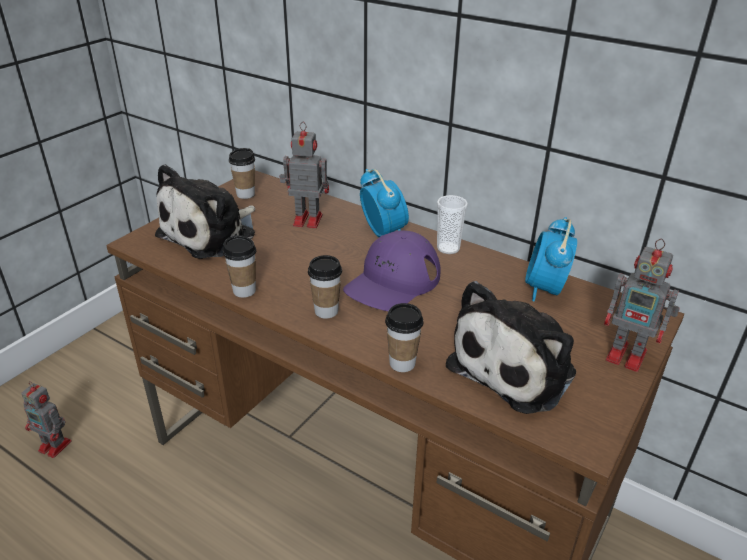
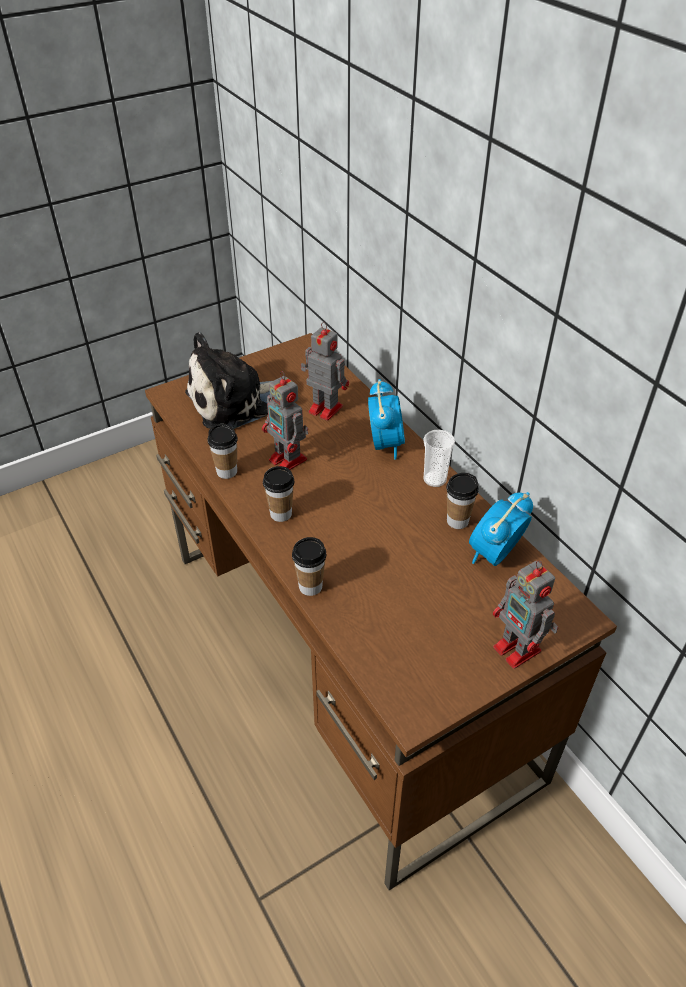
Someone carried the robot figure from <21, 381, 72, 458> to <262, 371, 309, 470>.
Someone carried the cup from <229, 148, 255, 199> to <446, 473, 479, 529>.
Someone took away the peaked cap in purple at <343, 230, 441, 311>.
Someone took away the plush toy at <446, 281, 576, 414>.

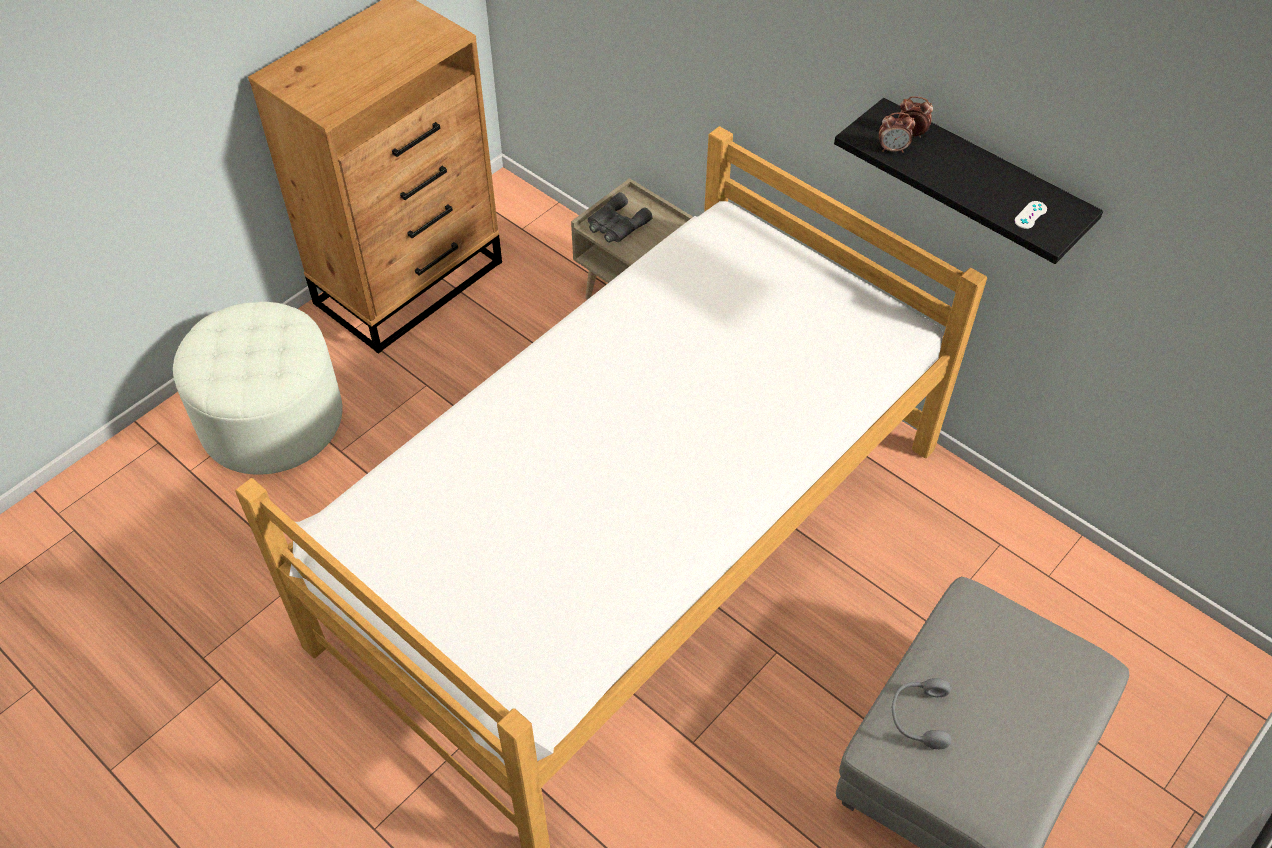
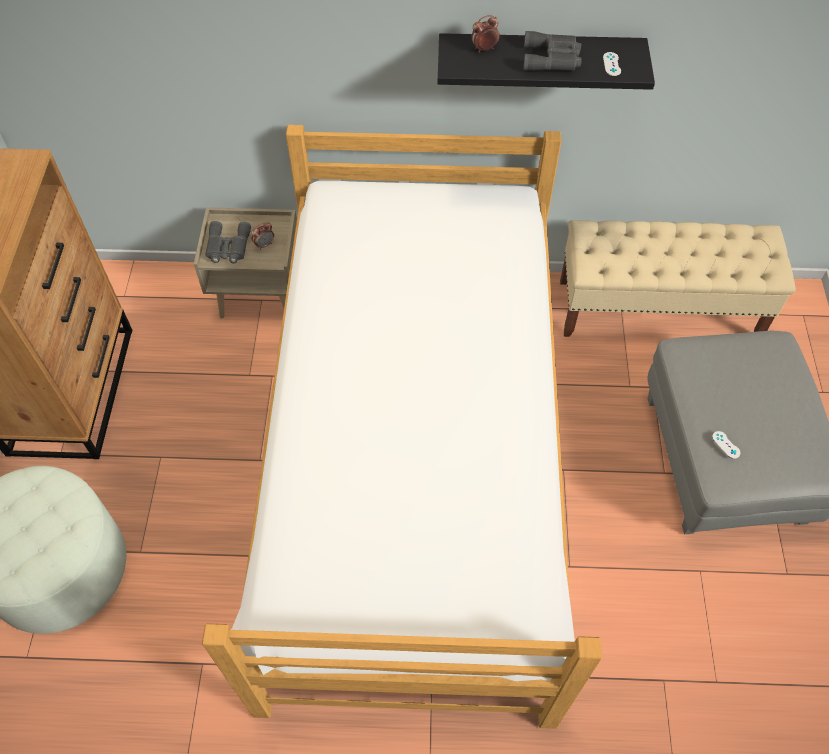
Someone carried the bedside clock from <879, 113, 915, 153> to <251, 222, 274, 250>.
Someone swapped the headphones in grey at <891, 678, 951, 749> for the joypad in whitish at <712, 431, 741, 459>.
Someone put down the pair of binoculars in grey at <523, 31, 582, 71>.
Someone put down the long seat in beige-coloured at <560, 220, 796, 337>.

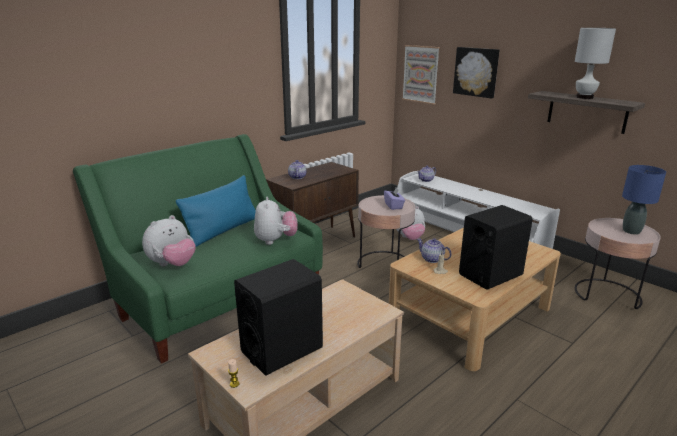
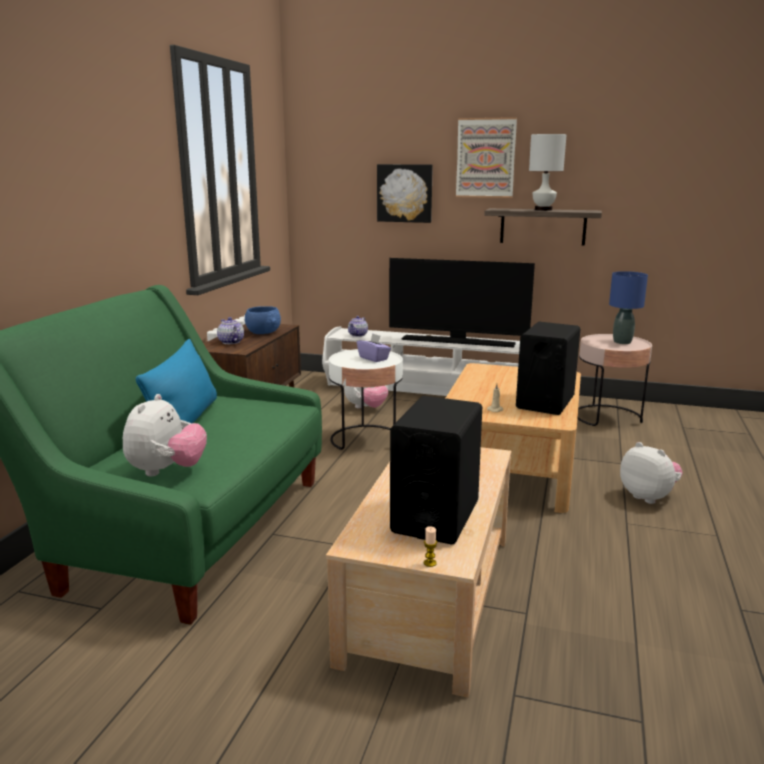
Someone carried the plush toy from <254, 197, 298, 245> to <620, 442, 683, 504>.
Someone repainted the end table in pinkish at <357, 195, 415, 268>, which became the end table in whitish at <329, 349, 403, 450>.
Someone carried the wall picture from <402, 45, 440, 105> to <456, 117, 517, 198>.
Someone took away the teapot at <417, 238, 451, 263>.
Someone put down the bowl in blue at <245, 306, 281, 334>.
Someone put down the TV set at <389, 258, 535, 348>.

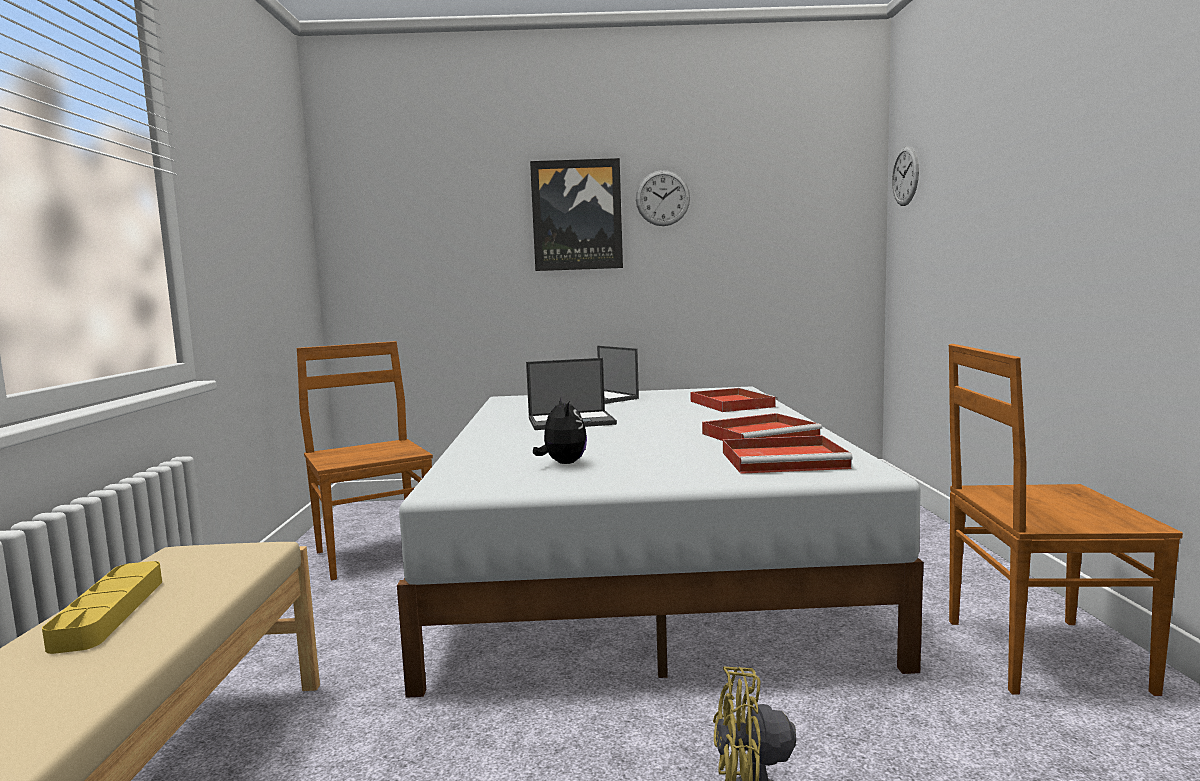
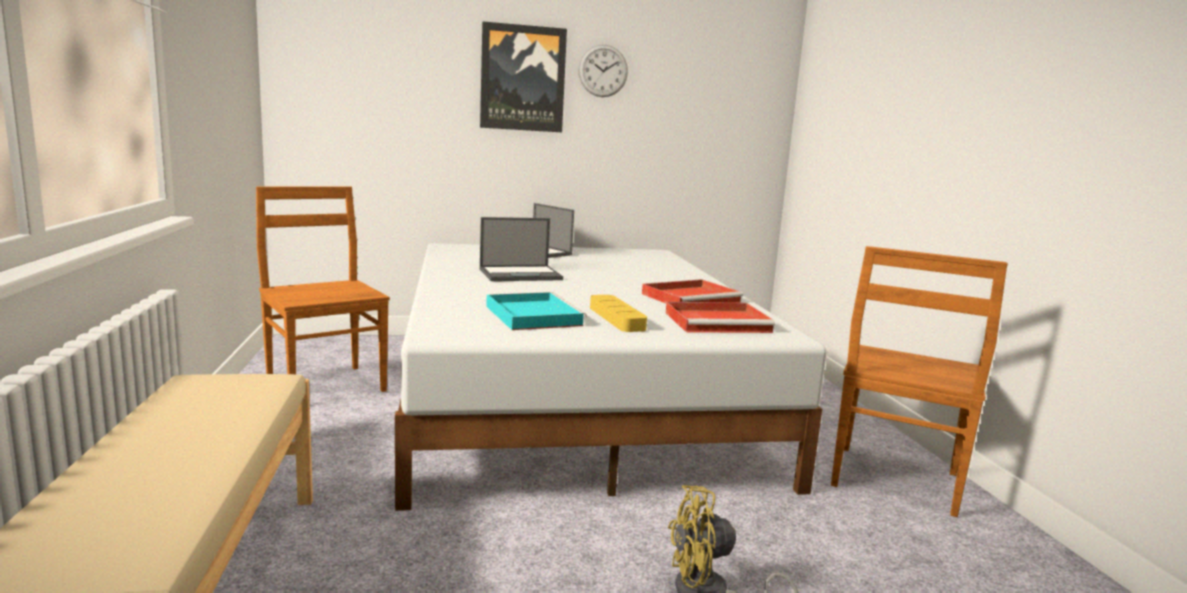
Someone carried the serving tray in yellowish from <42, 561, 162, 654> to <590, 295, 647, 332>.
Someone swapped the plush toy at <533, 396, 587, 464> for the serving tray in blue-green at <486, 292, 587, 330>.
Someone took away the serving tray in red at <690, 388, 778, 412>.
Someone took away the wall clock at <892, 146, 919, 206>.
Someone rotated the upright chair in brown at <949, 344, 1183, 696> by 60 degrees counterclockwise.

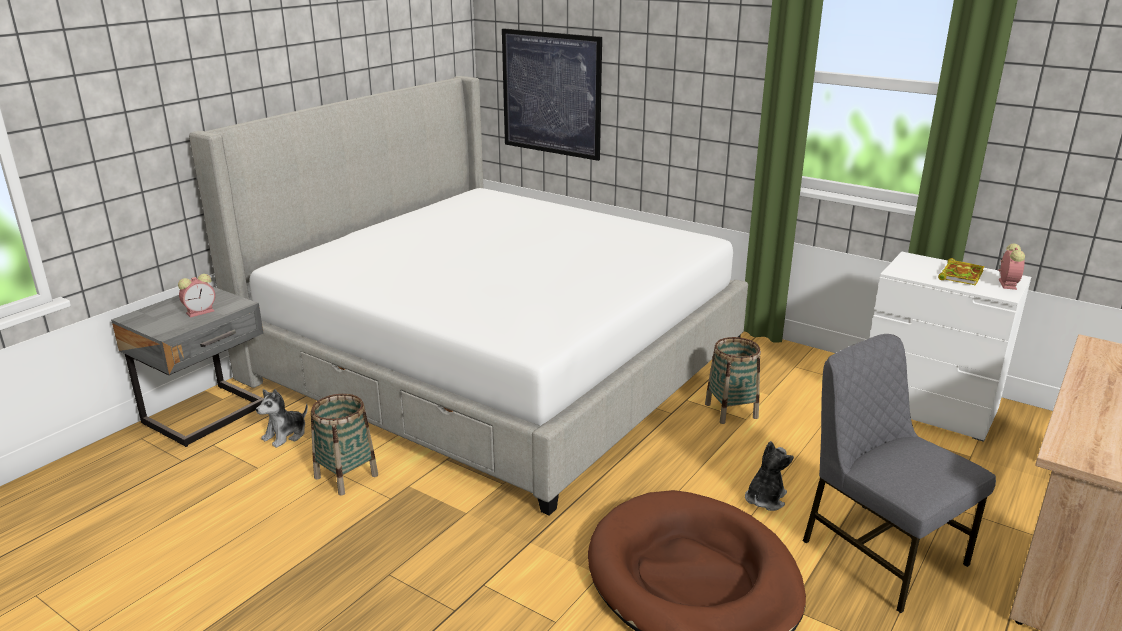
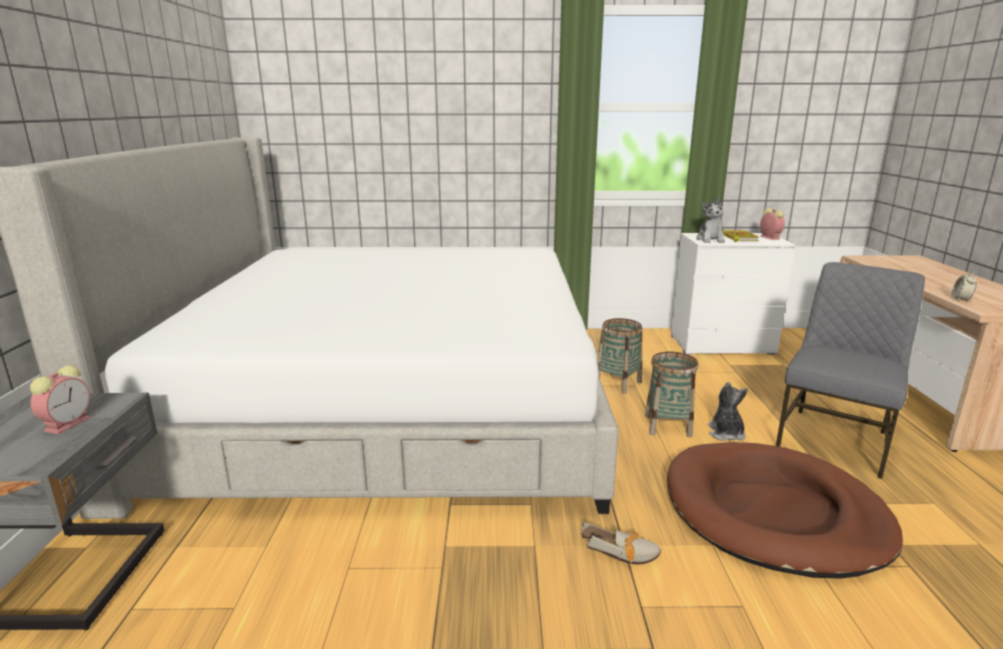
Someone carried the plush toy from <256, 389, 308, 448> to <696, 197, 725, 243>.
Someone carried the household basket from <311, 394, 378, 496> to <645, 352, 699, 437>.
Someone took away the wall picture at <502, 28, 602, 161>.
Someone rotated the upright chair in grey at <803, 334, 996, 613> by 105 degrees clockwise.
Someone put down the item of footwear at <581, 522, 661, 564>.
Someone put down the bedside clock at <952, 271, 977, 301>.

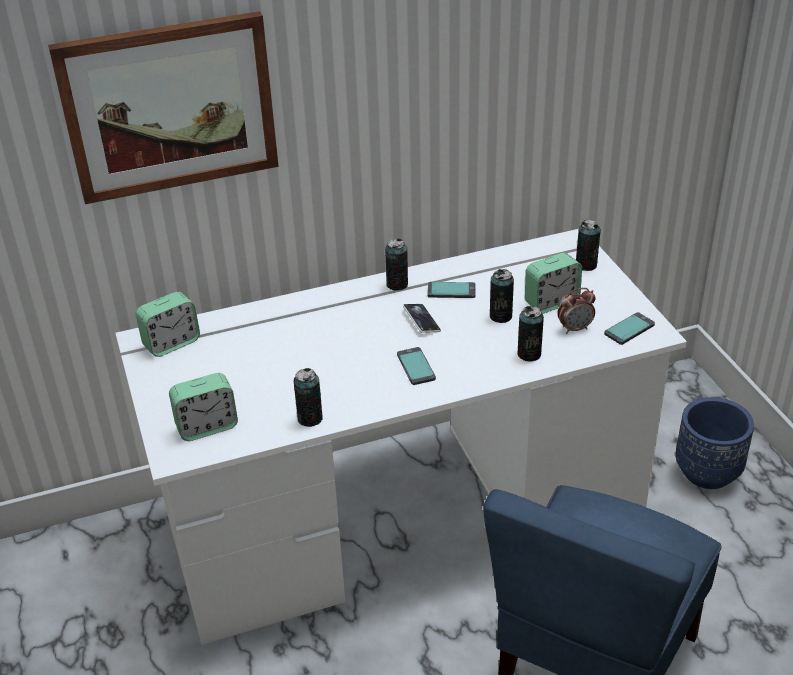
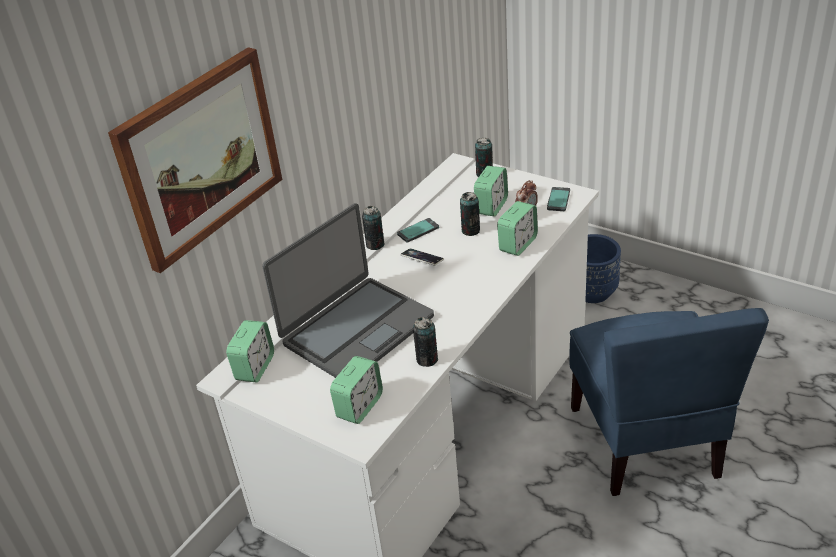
Someone took away the handset at <397, 347, 436, 385>.
Someone swapped the metal can at <517, 306, 544, 362> for the bedside clock at <497, 201, 538, 256>.
Someone put down the portable computer at <262, 203, 434, 378>.

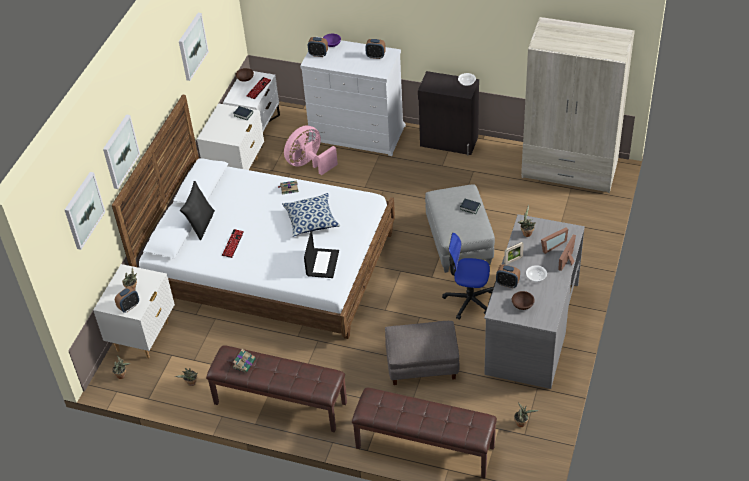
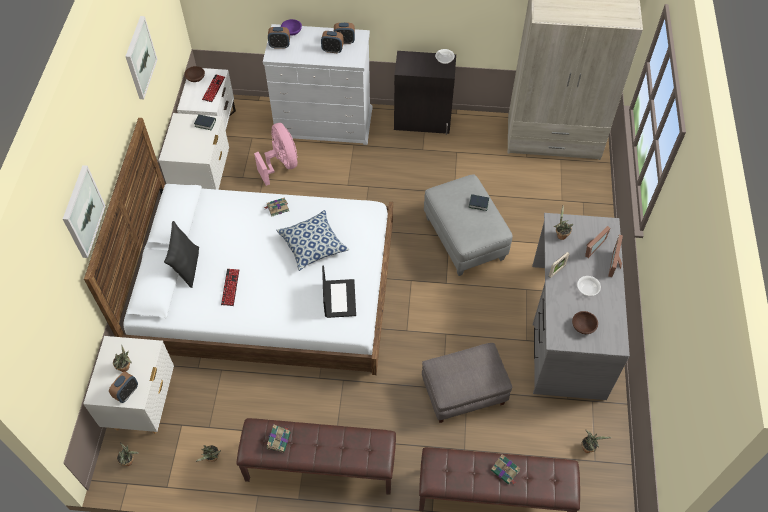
Someone took away the wall picture at <65, 172, 105, 250>.
Someone rotated the fan in pinkish at <284, 125, 338, 175> by 120 degrees clockwise.
Someone took away the computer chair at <442, 233, 493, 320>.
Someone carried the bedside clock from <496, 264, 520, 288> to <321, 31, 344, 53>.
Someone put down the volume at <491, 454, 520, 485>.

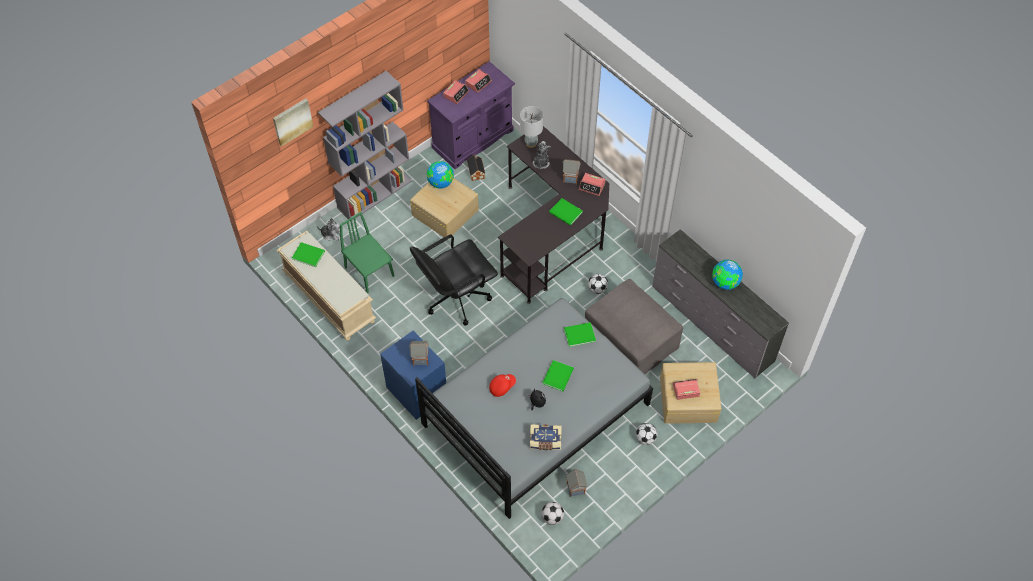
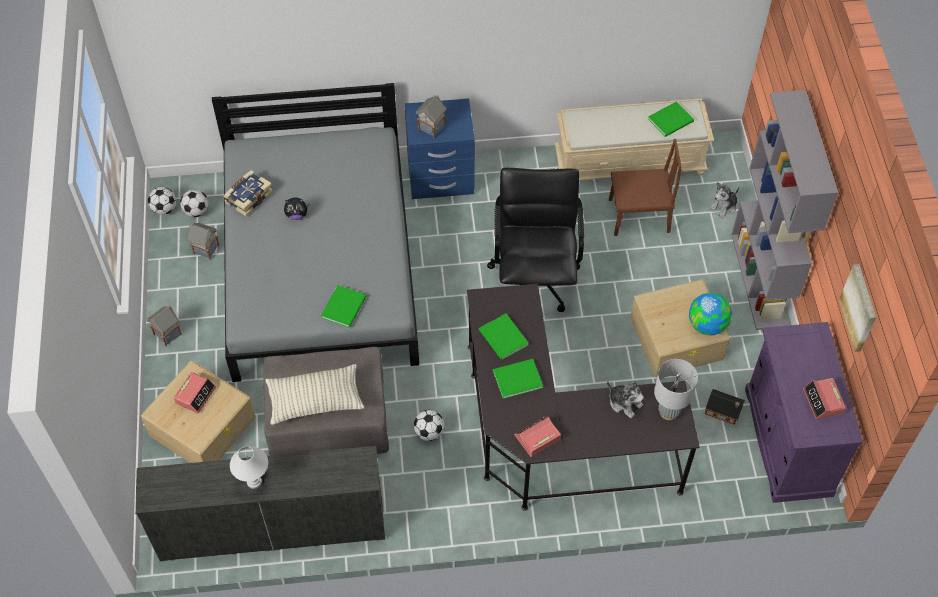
Someone carried the wall picture from <273, 99, 314, 147> to <839, 264, 876, 352>.
Someone repainted the upright chair in greenish at <340, 212, 394, 293>, which became the upright chair in brown at <609, 139, 682, 236>.
Someone took away the bedside clock at <443, 80, 469, 104>.
Someone took away the peaked cap in red at <489, 374, 516, 397>.
Someone carried the volume in greenish from <542, 360, 574, 392> to <479, 314, 528, 360>.
Someone carried the miniature house from <563, 159, 581, 184> to <147, 306, 182, 346>.
Someone carried the football ball from <636, 423, 658, 445> to <148, 187, 176, 215>.
Someone swapped the desk globe at <712, 260, 743, 290> for the table lamp in whitish at <230, 446, 268, 489>.
Someone put down the throw pillow at <265, 364, 365, 425>.

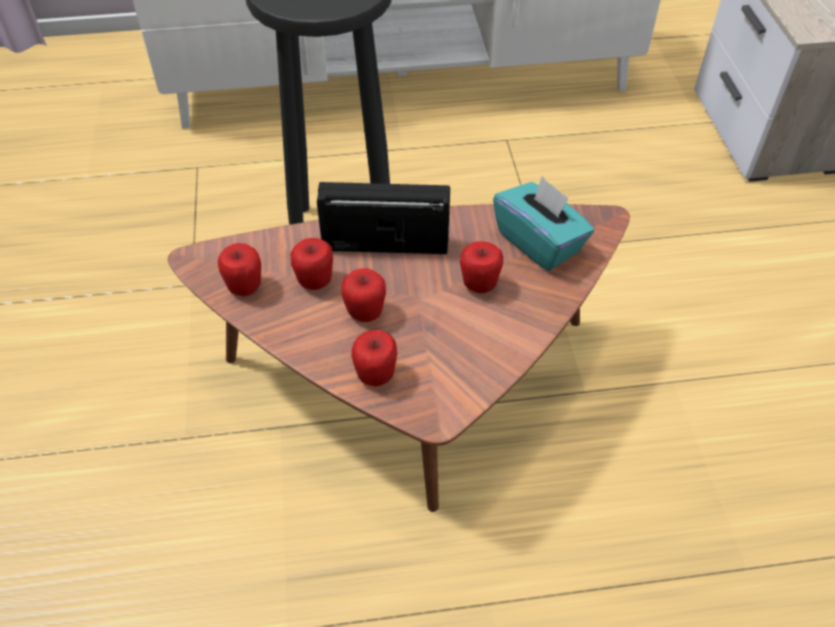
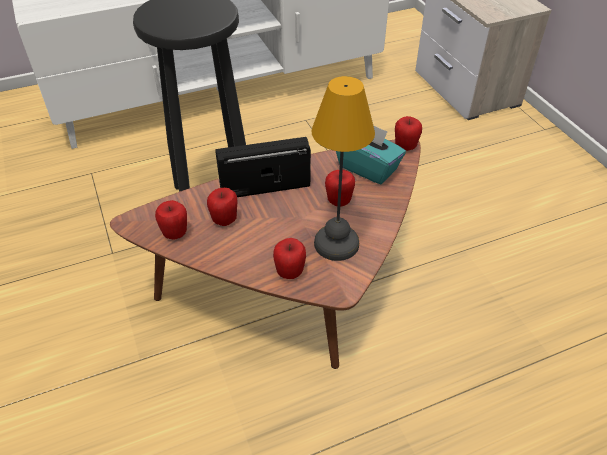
Someone carried the apple fruit from <342, 268, 386, 322> to <395, 116, 422, 151>.
Someone put down the table lamp at <311, 76, 375, 261>.

